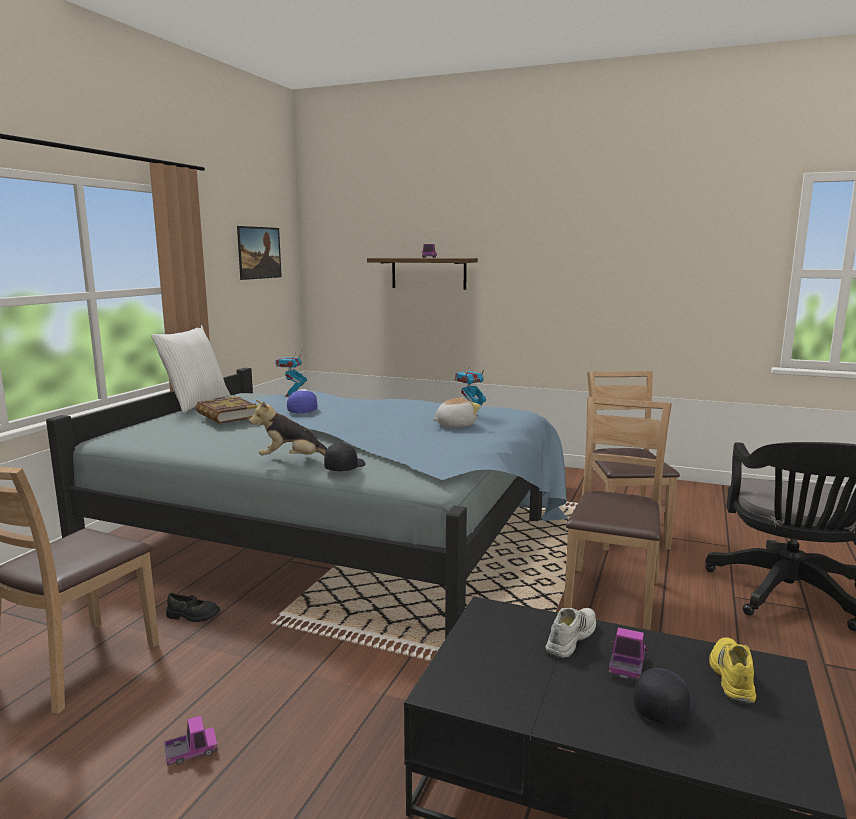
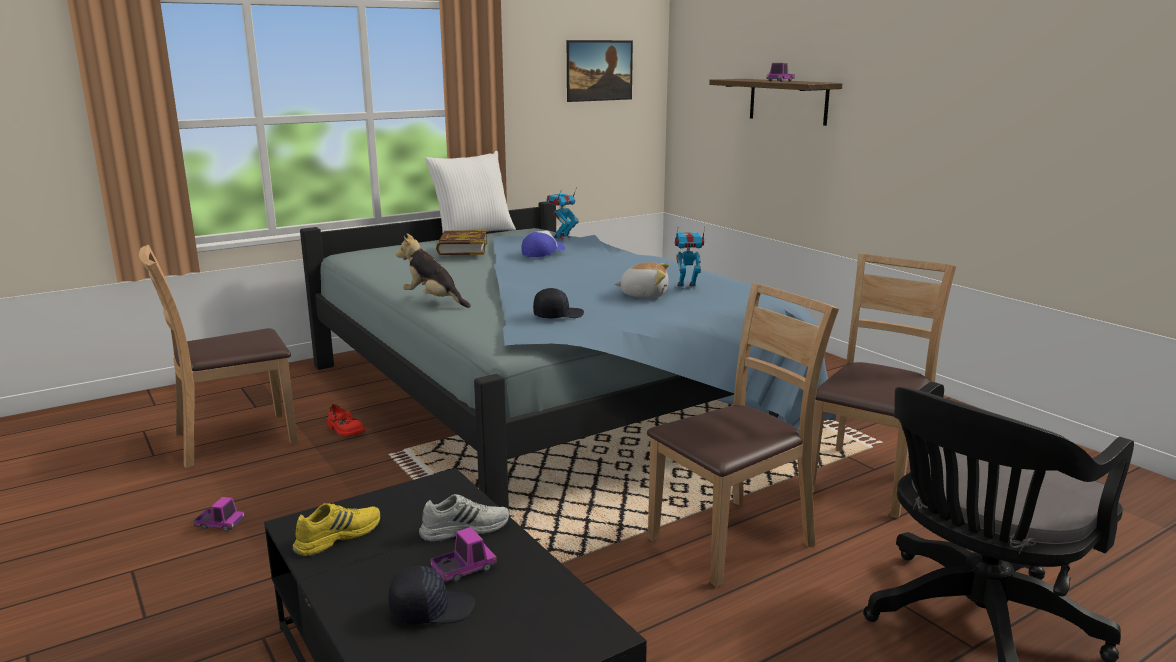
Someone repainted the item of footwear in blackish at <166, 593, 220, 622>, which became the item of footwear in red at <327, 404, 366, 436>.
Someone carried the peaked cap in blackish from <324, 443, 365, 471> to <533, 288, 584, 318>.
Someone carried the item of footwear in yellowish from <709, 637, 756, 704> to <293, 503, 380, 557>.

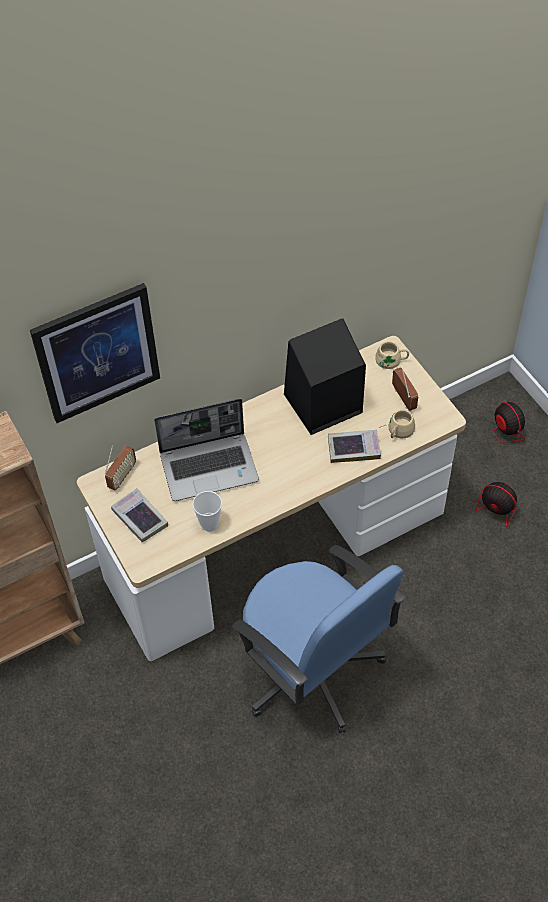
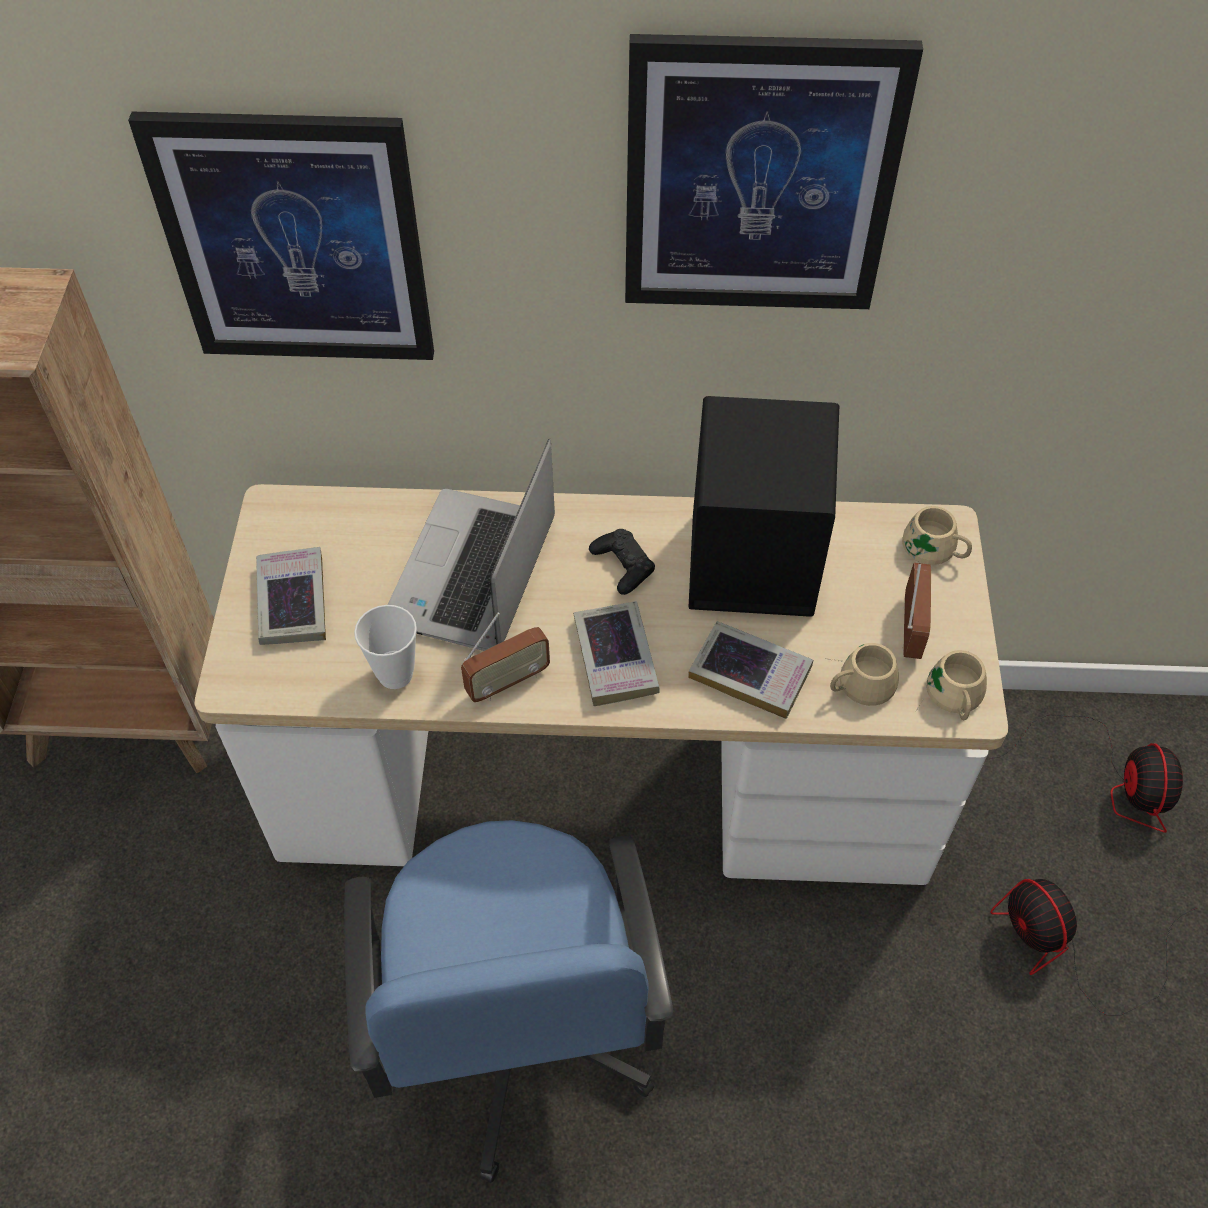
Someone carried the radio receiver from <105, 445, 136, 490> to <461, 613, 550, 702>.
Someone rotated the portable computer at <154, 399, 259, 501> by 90 degrees clockwise.
Someone put down the volume at <573, 601, 660, 706>.
Someone put down the joypad in blackish at <589, 529, 655, 595>.
Someone put up the wall picture at <625, 34, 923, 309>.
Someone put down the tea mug in beige-coloured at <915, 650, 987, 720>.

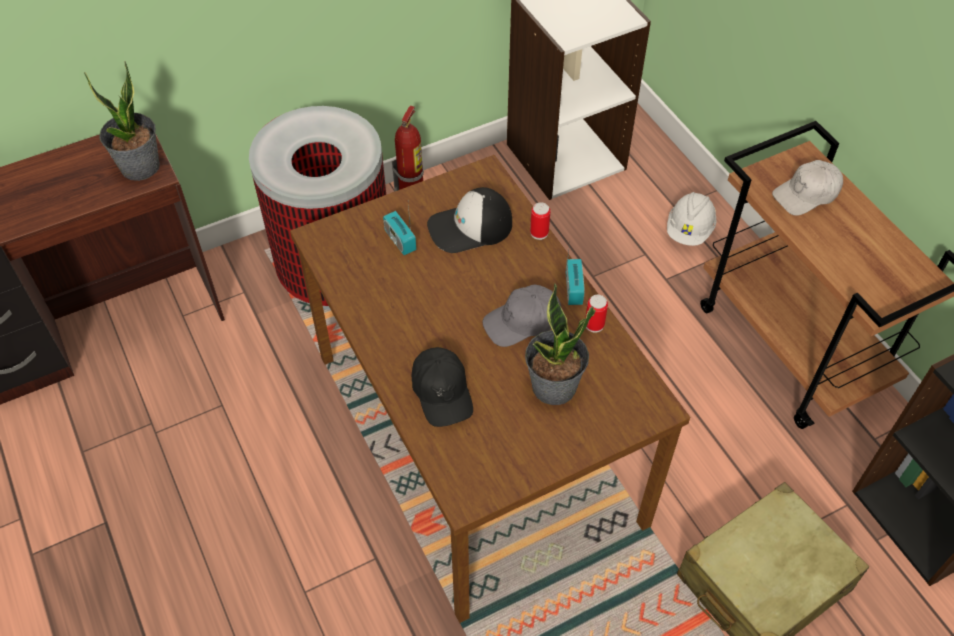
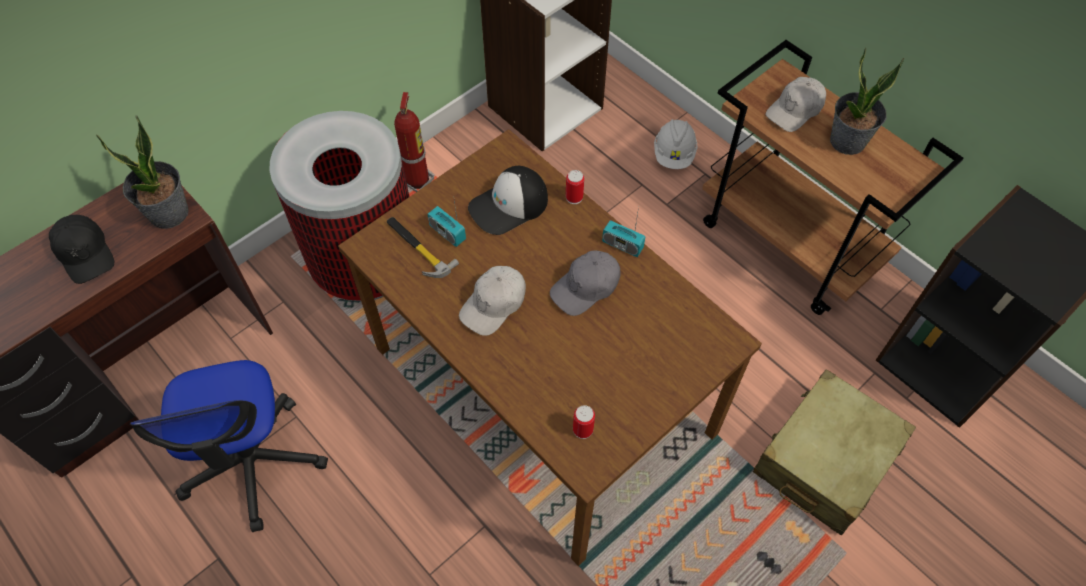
Someone carried the peaked cap in blackish from <412, 347, 473, 427> to <49, 215, 114, 284>.
Someone carried the houseplant from <525, 284, 596, 405> to <830, 48, 904, 155>.
Someone rotated the radio receiver at <566, 242, 584, 305> by 135 degrees clockwise.
Someone carried the metal can from <585, 295, 608, 333> to <573, 405, 595, 439>.
Someone put down the computer chair at <130, 360, 328, 532>.
Someone put down the hand hammer at <387, 217, 459, 278>.
Someone put down the peaked cap in whitish at <459, 266, 526, 336>.

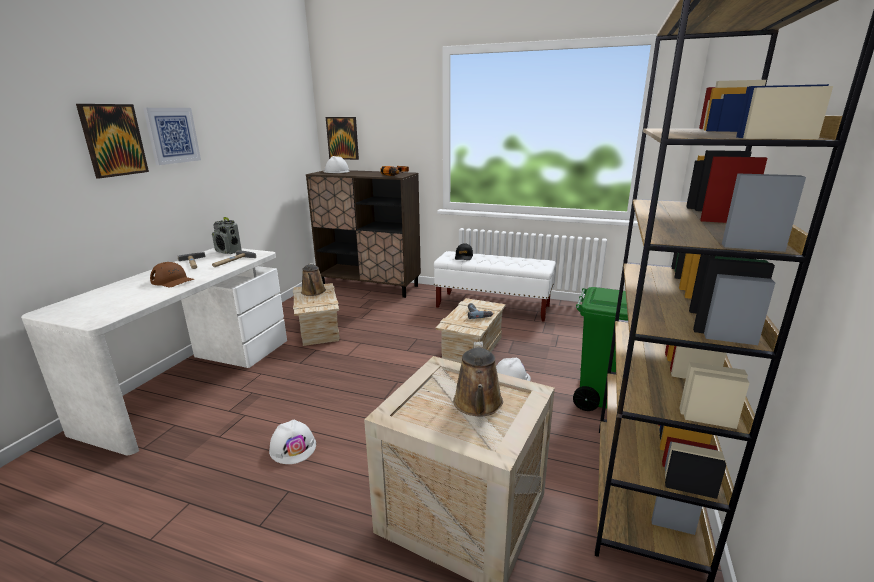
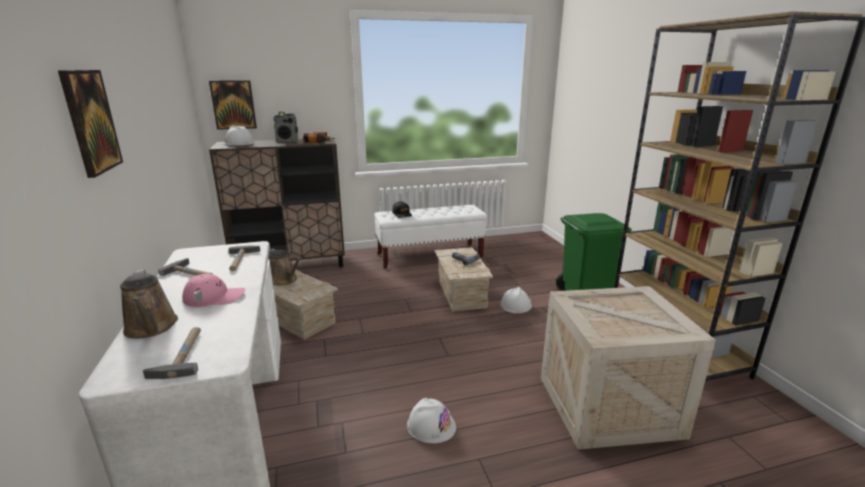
Someone took away the wall picture at <143, 108, 201, 165>.
Someone repainted the peaked cap in brown at <150, 262, 195, 287>, which became the peaked cap in pinkish at <182, 274, 245, 307>.
Someone carried the radio receiver from <212, 217, 242, 254> to <274, 112, 298, 142>.
Someone carried the sprinkling can in brown from <453, 342, 503, 417> to <120, 269, 178, 339>.
Someone put down the hand hammer at <143, 327, 201, 379>.

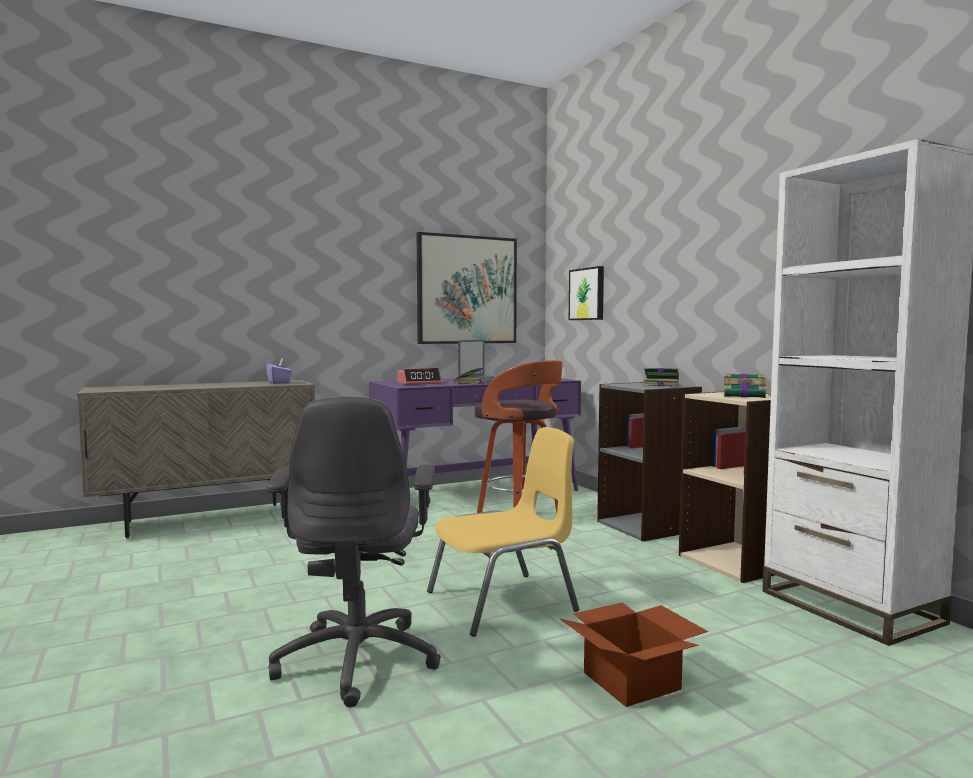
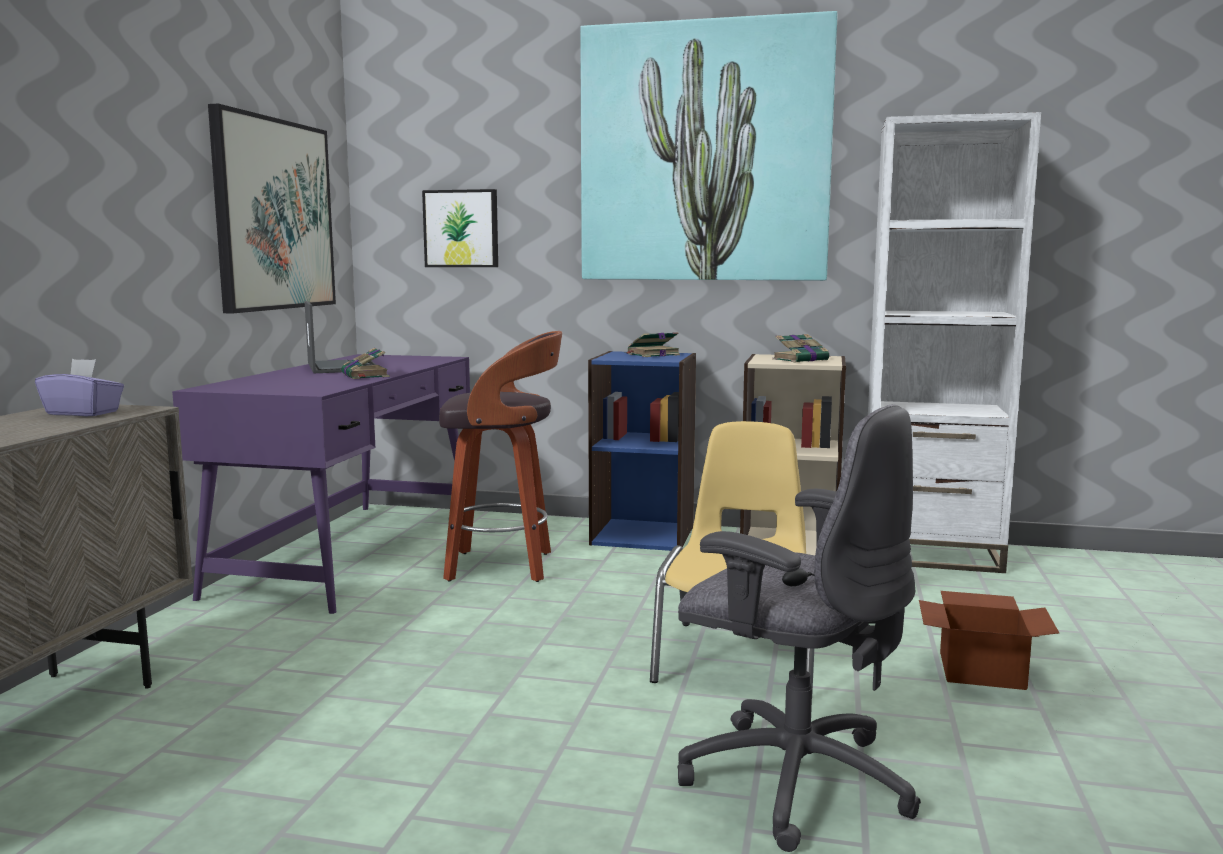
Someone took away the bedside clock at <398, 368, 442, 385>.
Someone repainted the bookcase in grey at <597, 382, 702, 542>, which became the bookcase in blue at <588, 351, 696, 551>.
Someone put up the wall picture at <580, 11, 837, 281>.

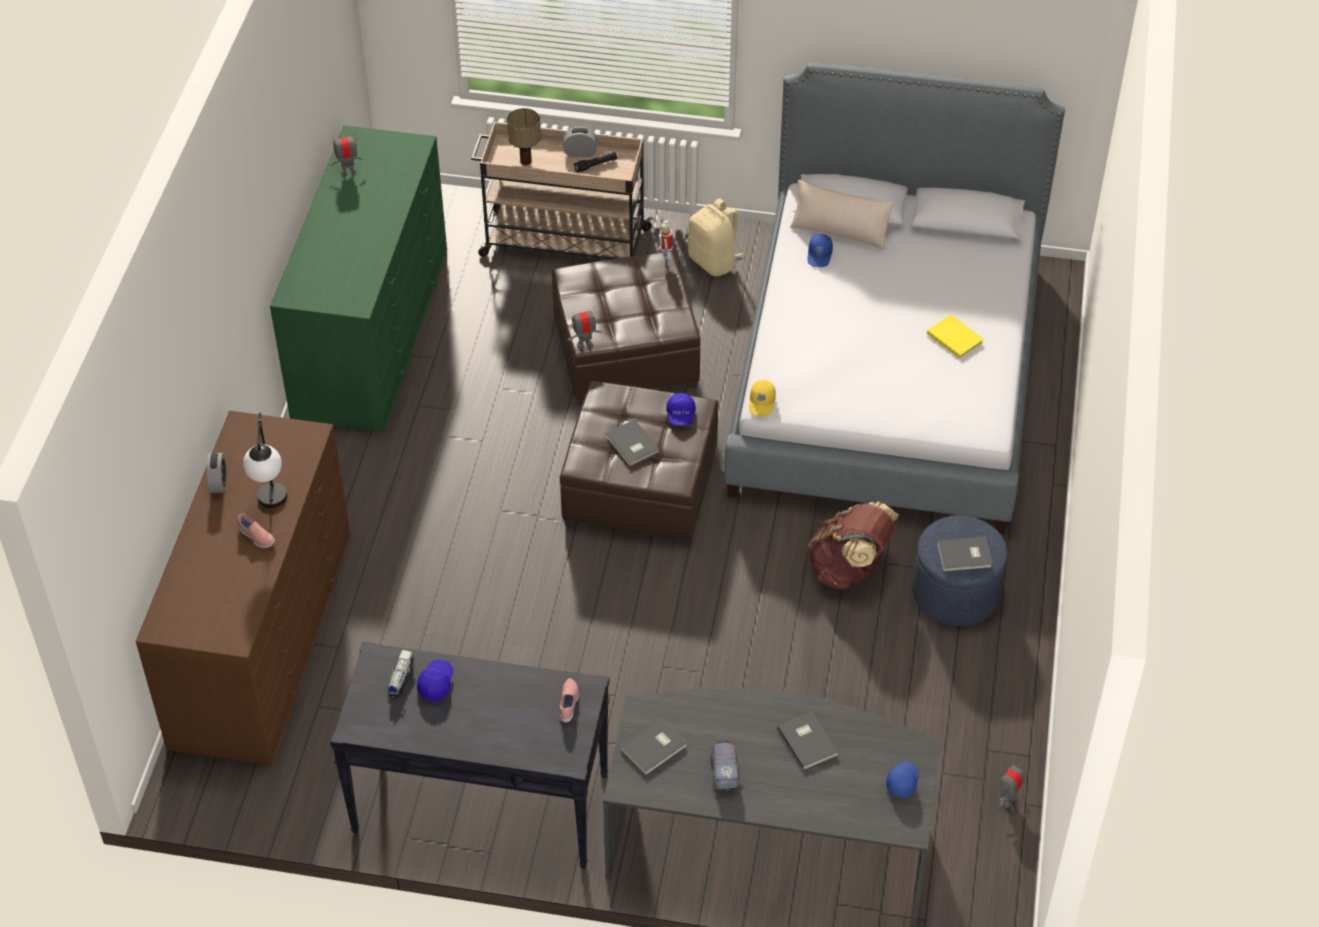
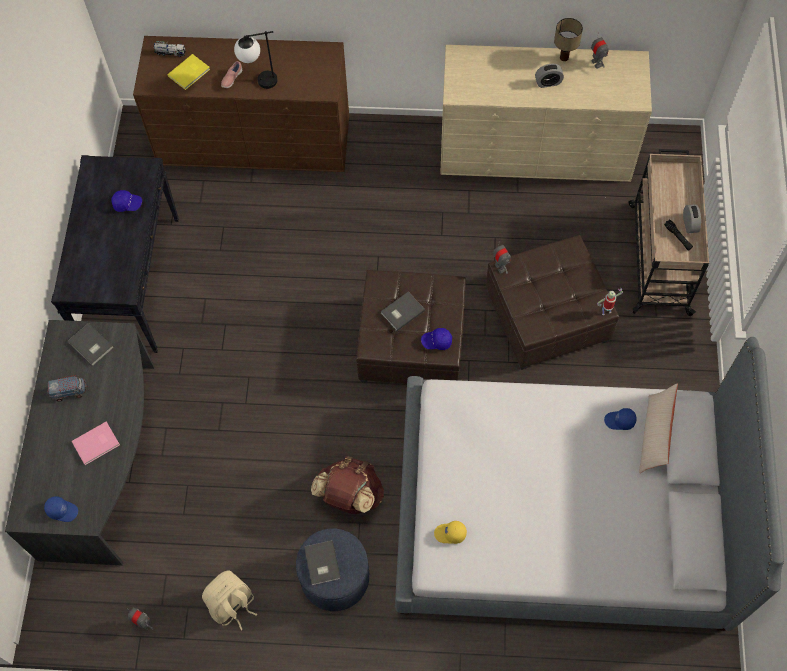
Someone carried the bedside clock from <207, 453, 227, 493> to <535, 64, 564, 88>.
Someone repainted the dresser in greenish at <270, 125, 447, 432>, which became the dresser in beige-coloured at <440, 45, 652, 182>.
Someone carried the toy lorry from <387, 650, 414, 698> to <154, 41, 186, 57>.
Someone carried the table lamp from <507, 108, 541, 165> to <554, 18, 583, 61>.
Someone took away the item of footwear in pinkish at <560, 678, 579, 723>.
Someone carried the backpack in beige-coloured from <688, 198, 743, 276> to <202, 570, 258, 630>.
Someone carried the peaked cap in yellowish from <749, 380, 776, 416> to <434, 521, 467, 544>.
Someone repainted the volume in grey at <777, 712, 839, 770>, which became the volume in pinkish at <72, 422, 120, 465>.
Someone carried the volume in yellowish from <927, 315, 984, 358> to <168, 54, 210, 90>.

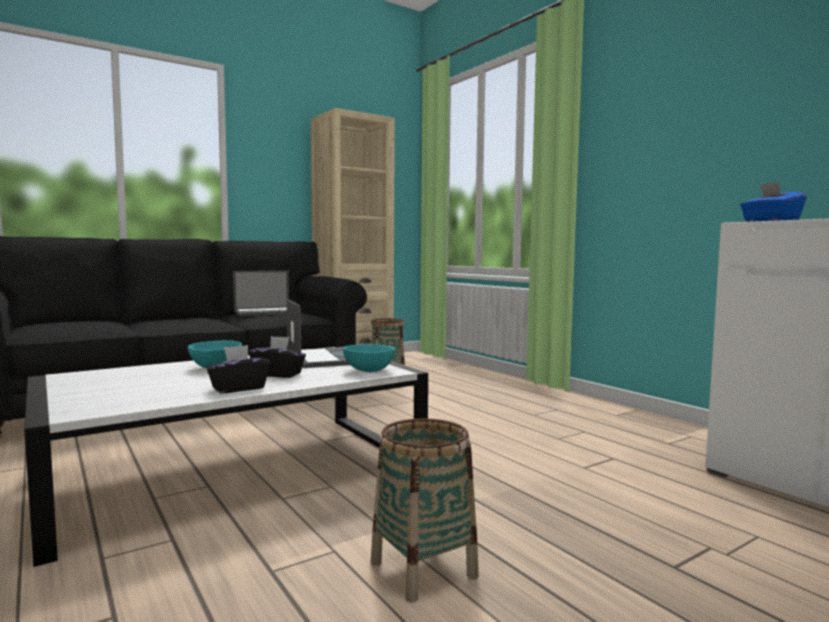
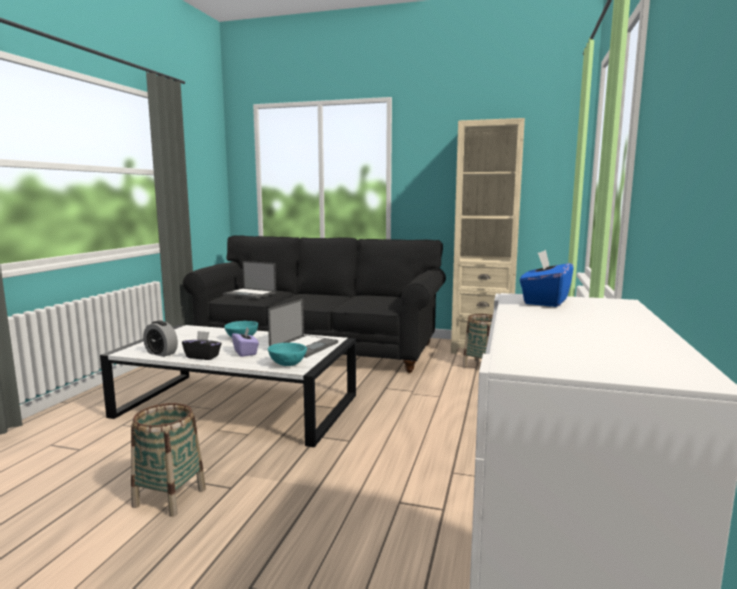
Someone carried the portable computer from <233, 270, 289, 316> to <223, 261, 276, 299>.
Someone repainted the box of tissues in blackish at <249, 336, 306, 378>, which became the box of tissues in purple at <232, 328, 259, 357>.
Someone put down the bedside clock at <143, 320, 178, 357>.

